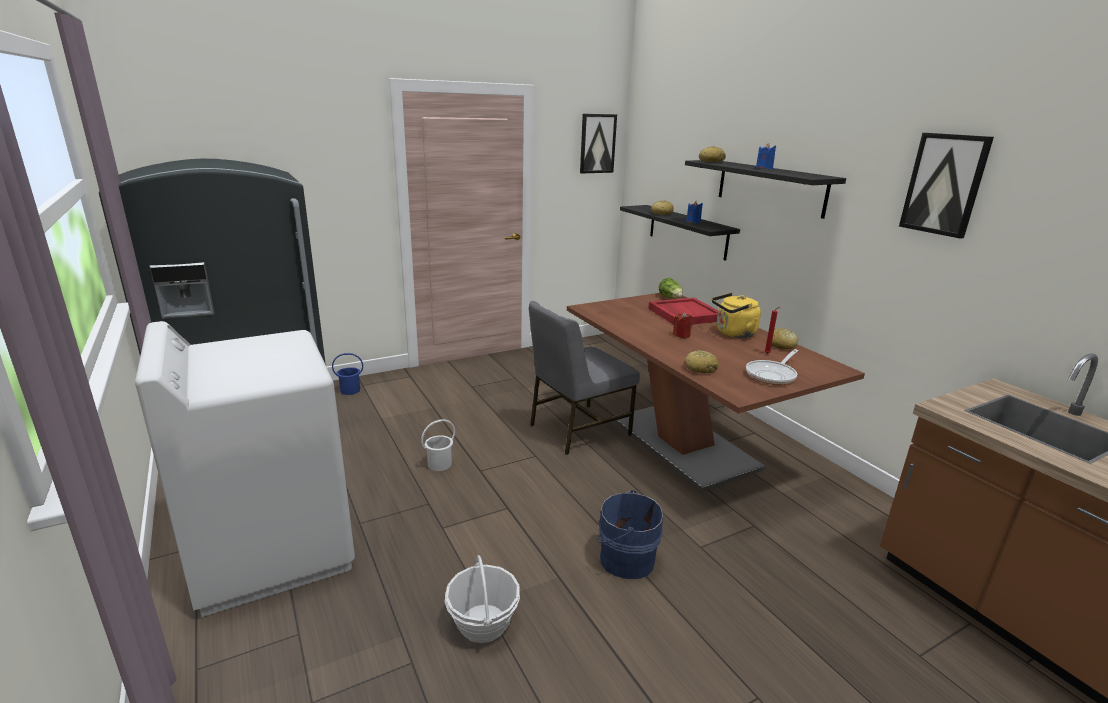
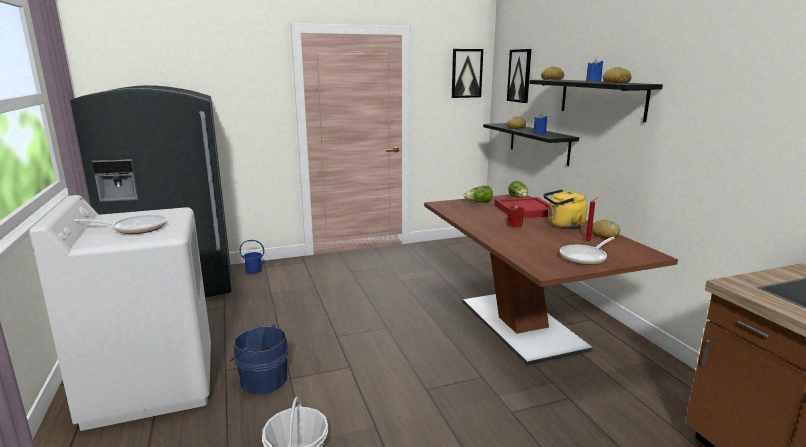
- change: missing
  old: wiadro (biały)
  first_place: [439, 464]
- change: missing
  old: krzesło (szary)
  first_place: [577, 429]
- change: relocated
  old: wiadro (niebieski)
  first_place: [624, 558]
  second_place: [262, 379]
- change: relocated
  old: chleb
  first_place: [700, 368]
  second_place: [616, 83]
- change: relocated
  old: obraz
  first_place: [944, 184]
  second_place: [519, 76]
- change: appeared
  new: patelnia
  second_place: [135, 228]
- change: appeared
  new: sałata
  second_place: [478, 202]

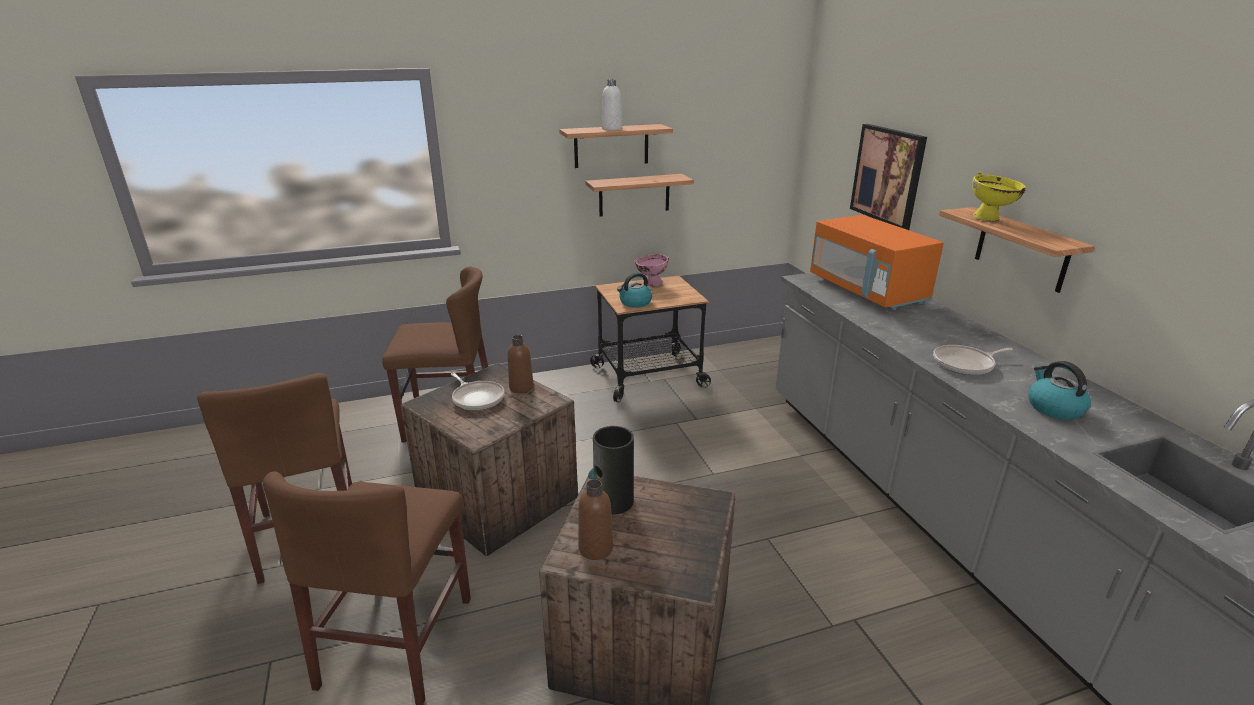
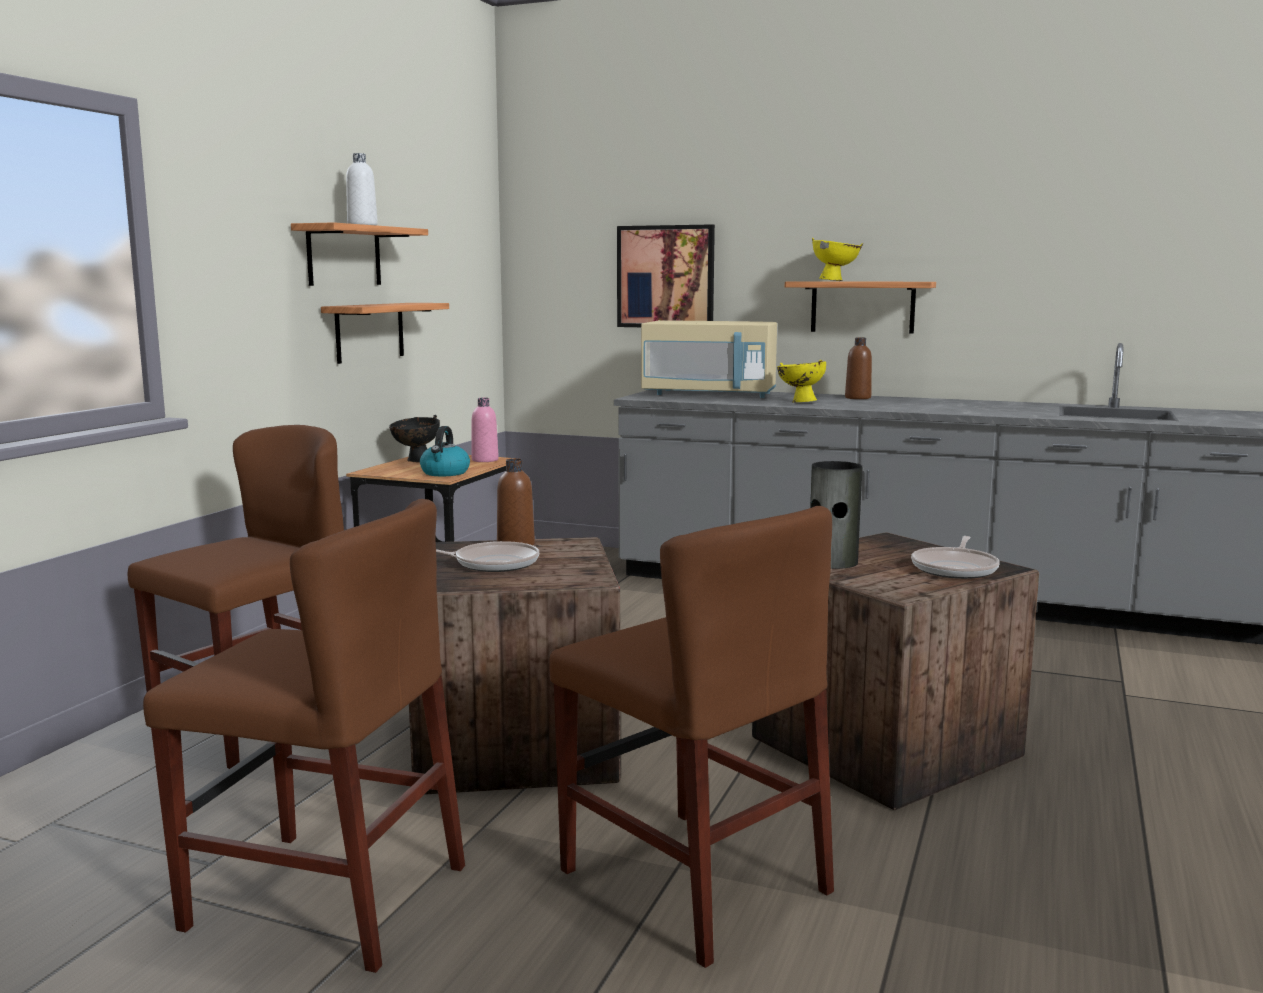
- change: relocated
  old: butelka (brązowy)
  first_place: [595, 548]
  second_place: [858, 398]
- change: colour
  old: miska (różowy)
  new: miska (czarny)
  first_place: [650, 284]
  second_place: [415, 461]
- change: colour
  old: mikrofalówka (pomarańczowy)
  new: mikrofalówka (beżowy)
  first_place: [867, 290]
  second_place: [709, 394]
- change: relocated
  old: patelnia
  first_place: [965, 364]
  second_place: [955, 569]
- change: missing
  old: czajnik
  first_place: [1053, 408]
- change: appeared
  new: butelka (różowy)
  second_place: [485, 460]
- change: appeared
  new: miska (żółty)
  second_place: [799, 402]

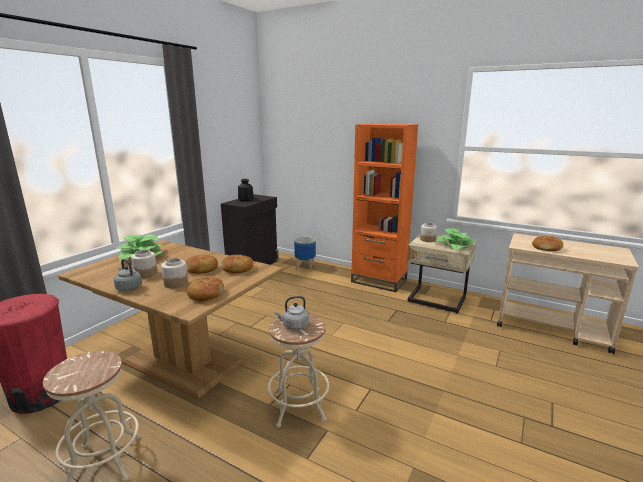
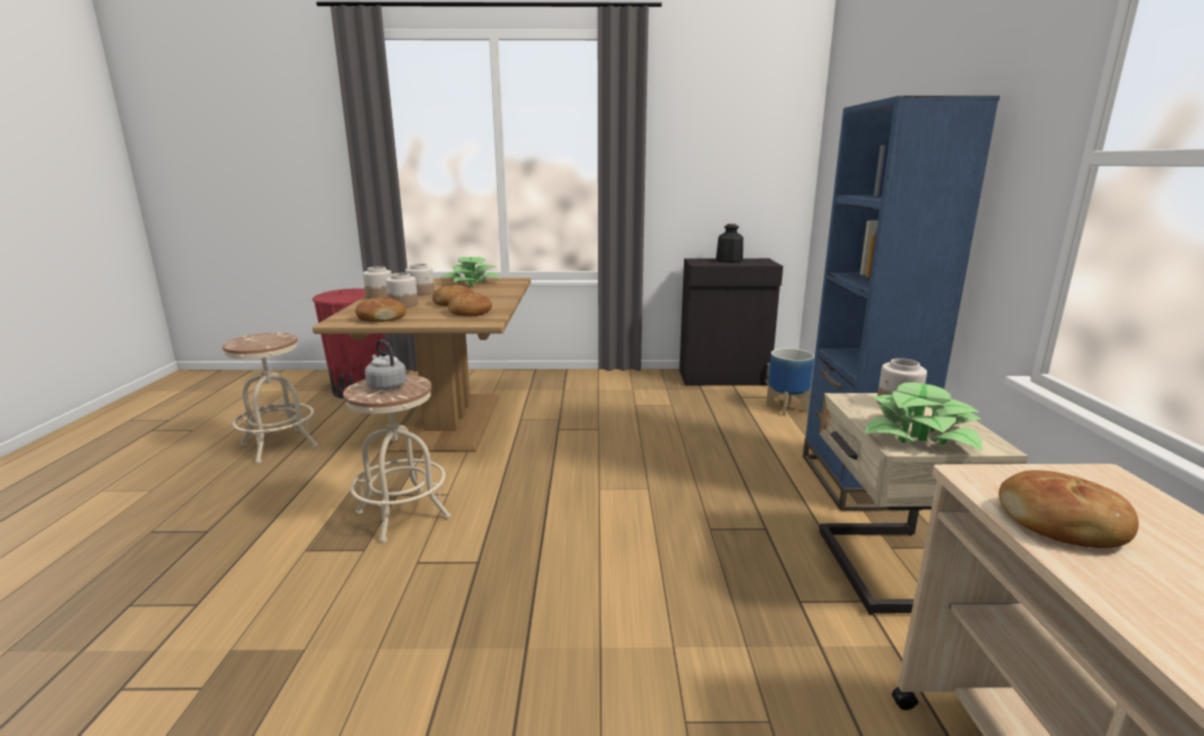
- change: exchanged
  old: czajnik (szary)
  new: słoik
  first_place: [128, 288]
  second_place: [379, 296]
- change: colour
  old: regał (pomarańczowy)
  new: regał (niebieski)
  first_place: [379, 281]
  second_place: [856, 481]

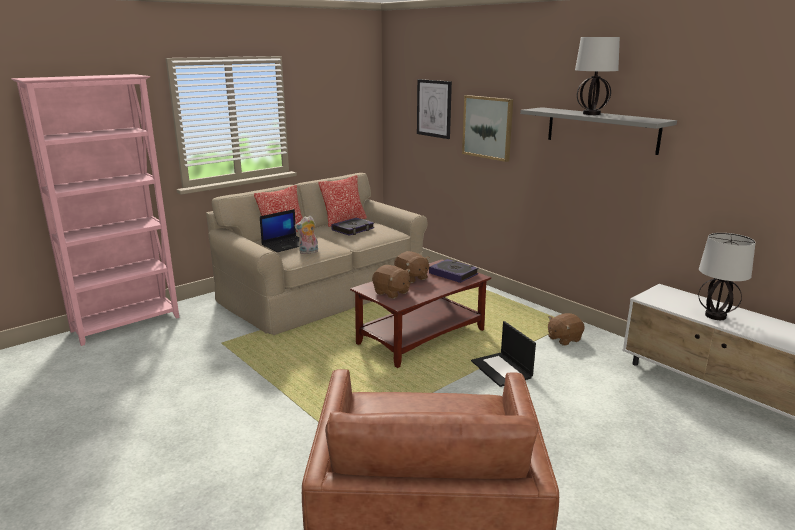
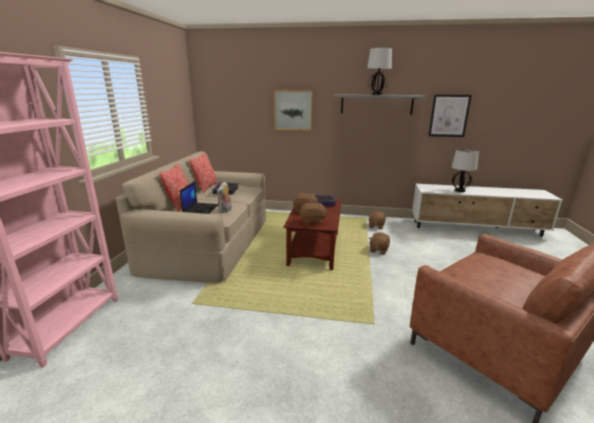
- change: relocated
  old: obraz
  first_place: [434, 108]
  second_place: [449, 116]
- change: exchanged
  old: laptop
  new: pluszak (brązowy)
  first_place: [502, 369]
  second_place: [378, 250]

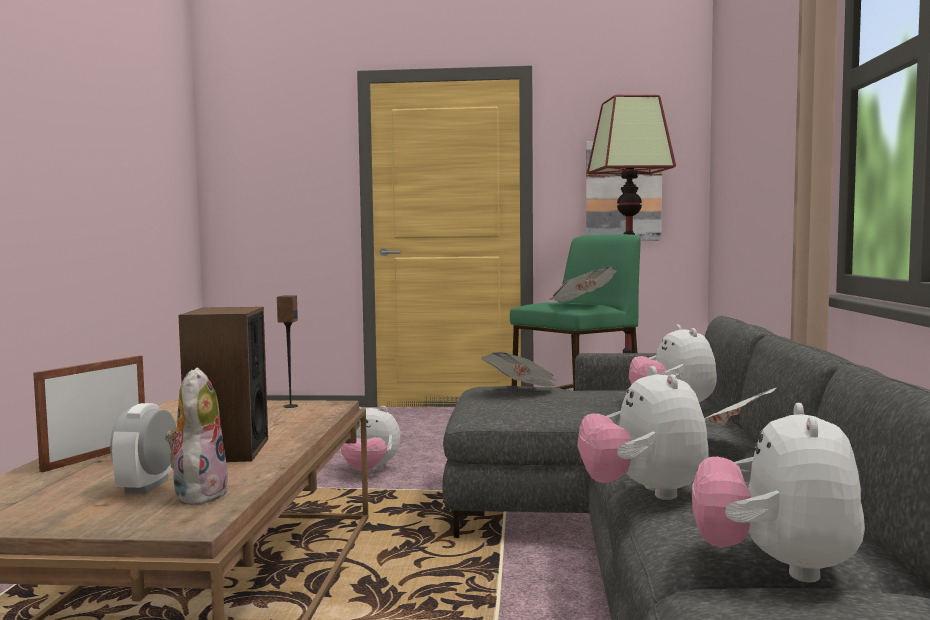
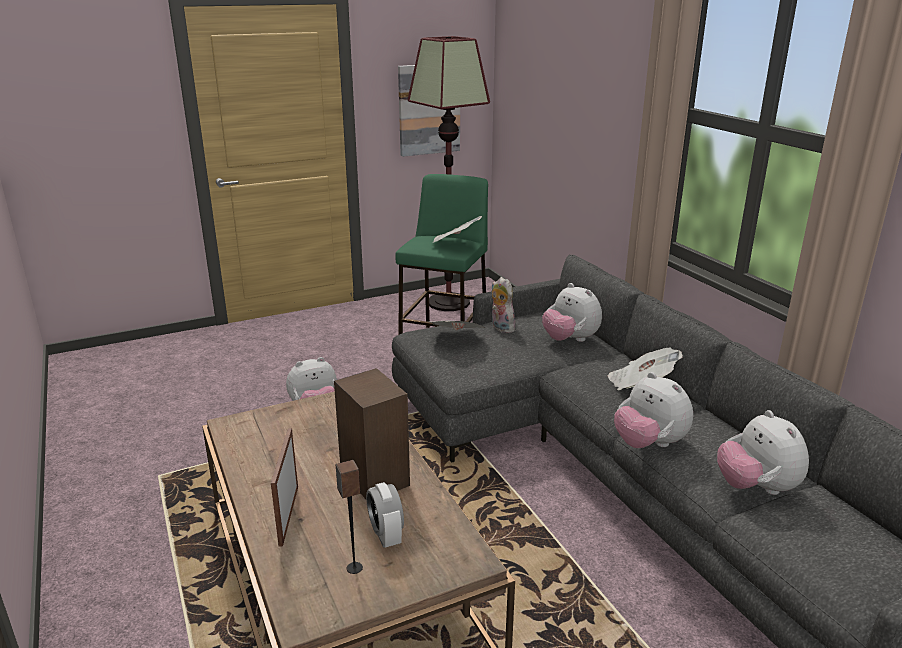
- change: relocated
  old: pluszak
  first_place: [198, 494]
  second_place: [500, 328]
- change: relocated
  old: głośnik
  first_place: [290, 406]
  second_place: [354, 568]

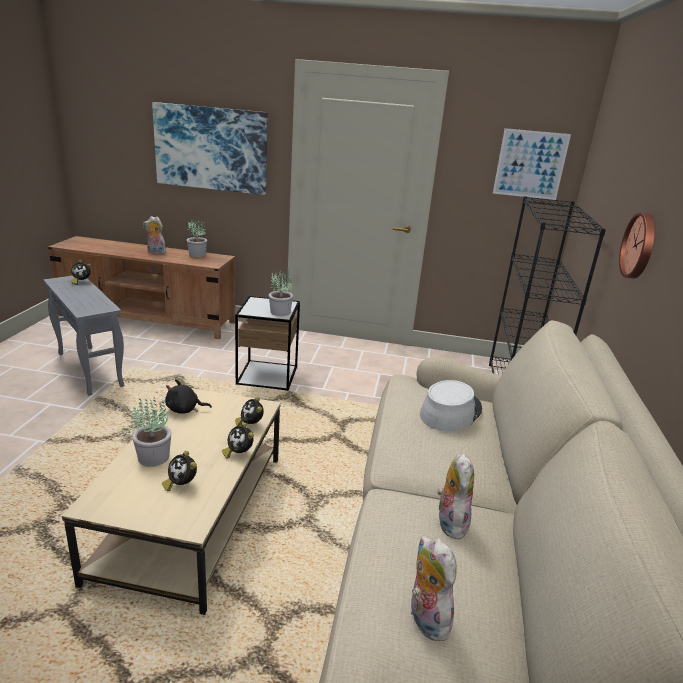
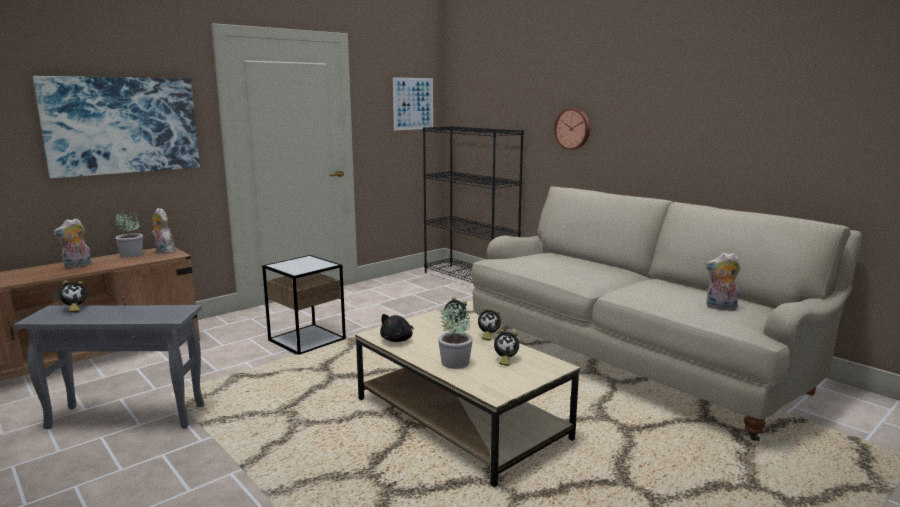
- change: missing
  old: roślina doniczkowa
  first_place: [280, 312]
- change: missing
  old: kapelusz (szary)
  first_place: [450, 412]
- change: relocated
  old: pluszak
  first_place: [449, 522]
  second_place: [163, 251]

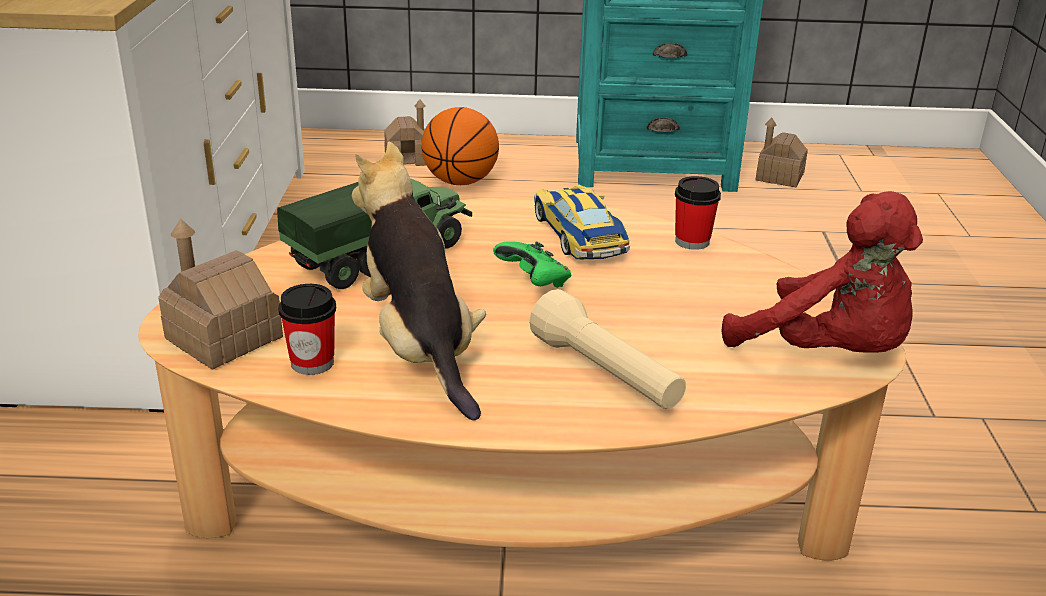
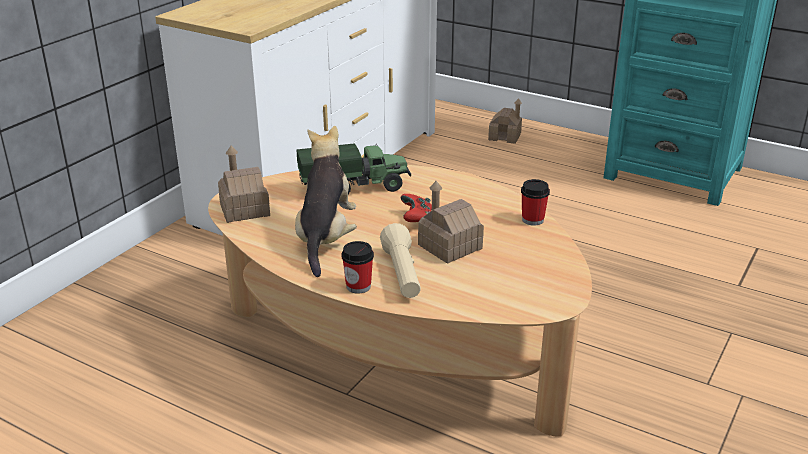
- change: relocated
  old: filiżanka
  first_place: [312, 363]
  second_place: [358, 286]
- change: missing
  old: piłka do koszykówki
  first_place: [460, 182]
- change: colour
  old: pad do gier (zielony)
  new: pad do gier (czerwony)
  first_place: [534, 282]
  second_place: [417, 220]
- change: missing
  old: samochodzik
  first_place: [579, 234]
- change: missing
  old: pluszak (czerwony)
  first_place: [828, 353]
- change: relocated
  old: domek
  first_place: [779, 176]
  second_place: [449, 246]

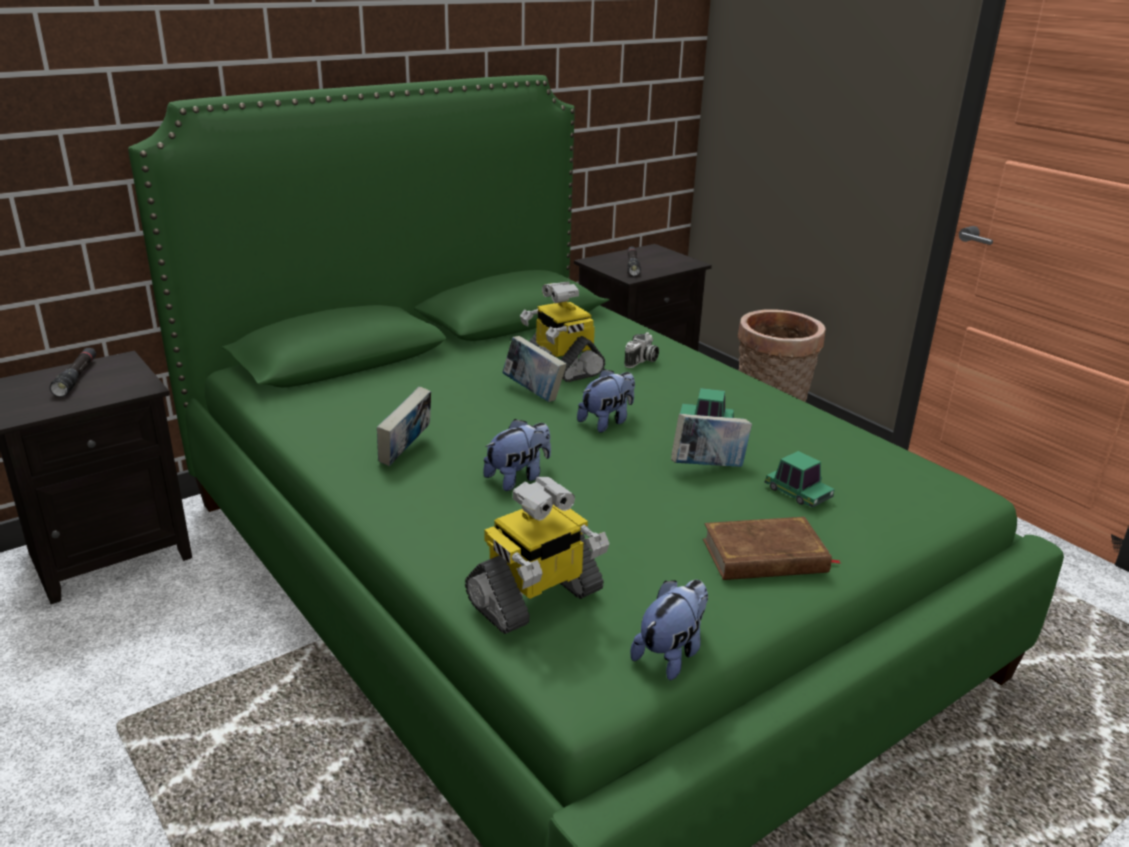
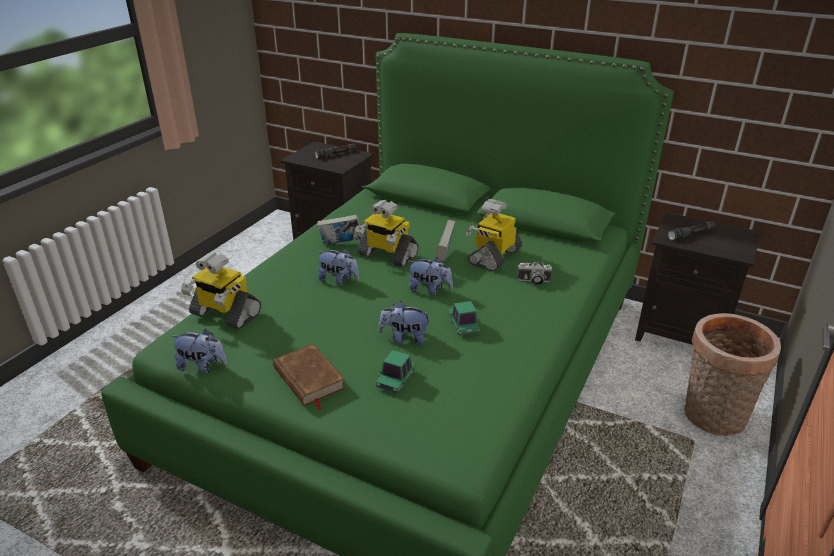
- change: exchanged
  old: książka
  new: pluszak
  first_place: [708, 467]
  second_place: [404, 338]
- change: appeared
  new: robot zabawkowy
  second_place: [386, 255]

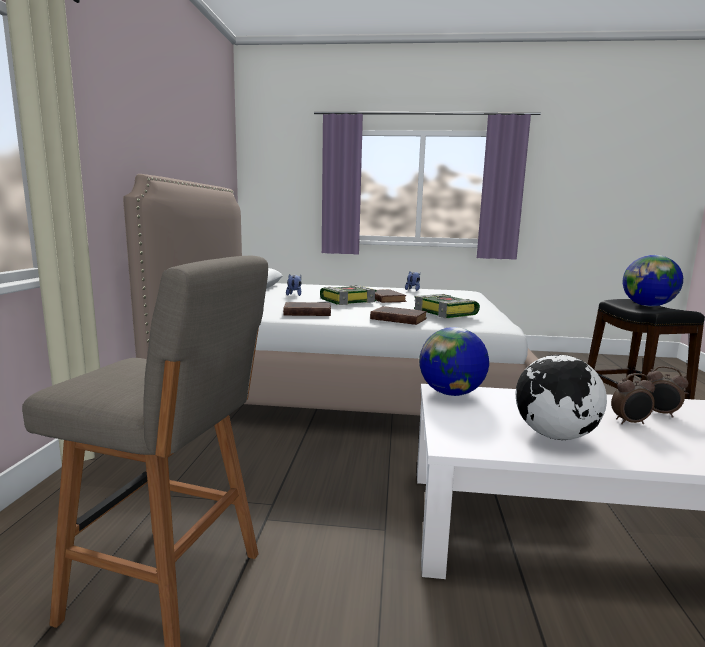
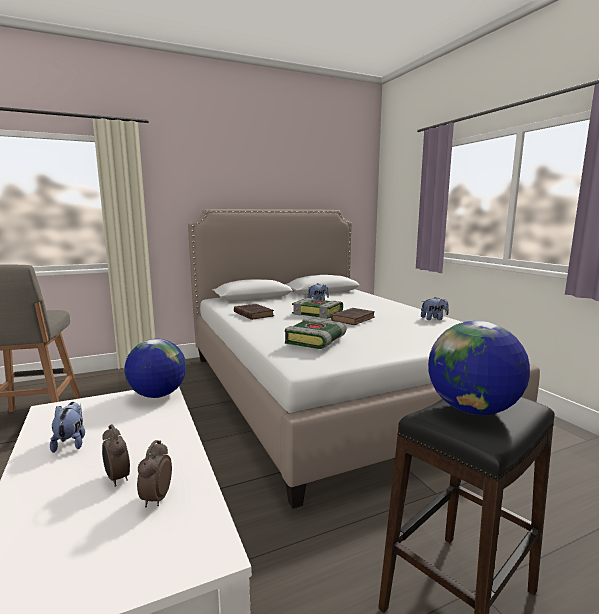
- change: missing
  old: książka (brązowy)
  first_place: [397, 319]
- change: exchanged
  old: globus
  new: pluszak
  first_place: [554, 436]
  second_place: [71, 442]

